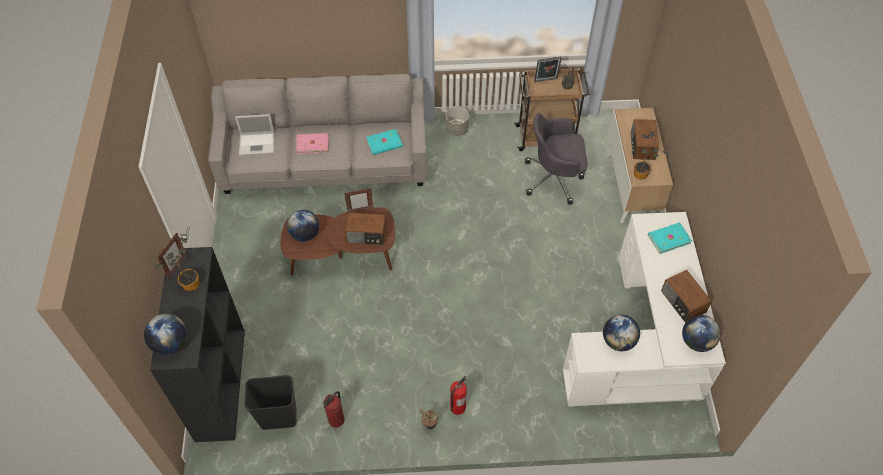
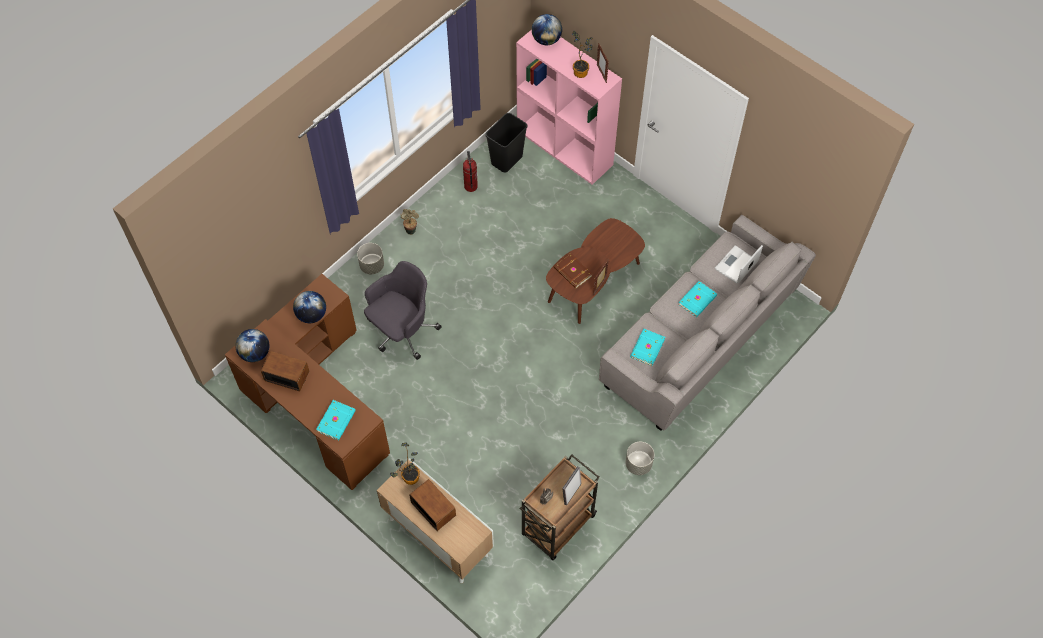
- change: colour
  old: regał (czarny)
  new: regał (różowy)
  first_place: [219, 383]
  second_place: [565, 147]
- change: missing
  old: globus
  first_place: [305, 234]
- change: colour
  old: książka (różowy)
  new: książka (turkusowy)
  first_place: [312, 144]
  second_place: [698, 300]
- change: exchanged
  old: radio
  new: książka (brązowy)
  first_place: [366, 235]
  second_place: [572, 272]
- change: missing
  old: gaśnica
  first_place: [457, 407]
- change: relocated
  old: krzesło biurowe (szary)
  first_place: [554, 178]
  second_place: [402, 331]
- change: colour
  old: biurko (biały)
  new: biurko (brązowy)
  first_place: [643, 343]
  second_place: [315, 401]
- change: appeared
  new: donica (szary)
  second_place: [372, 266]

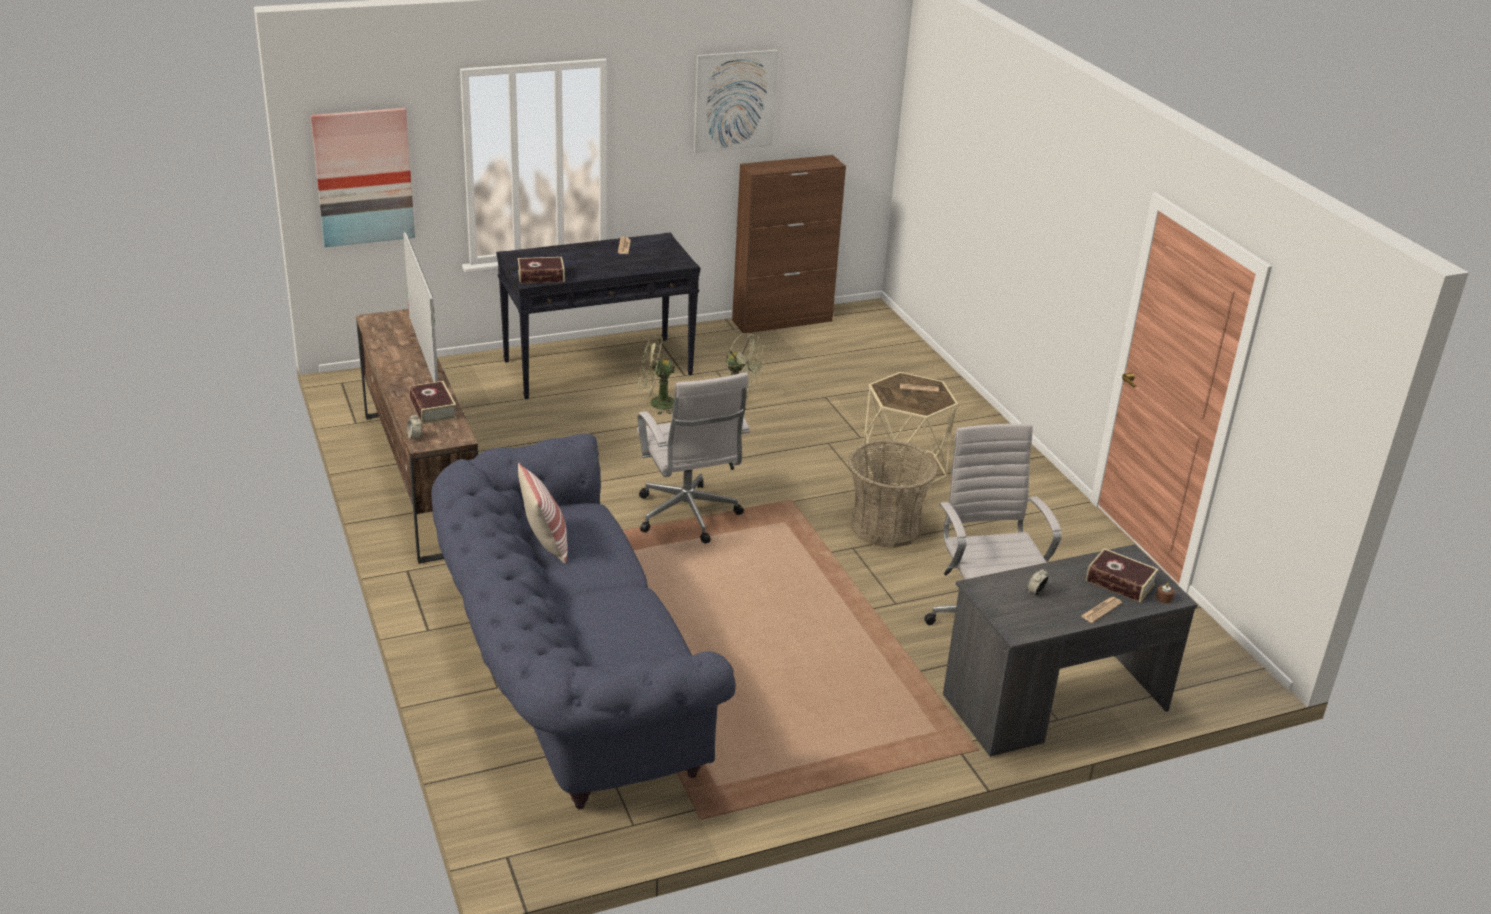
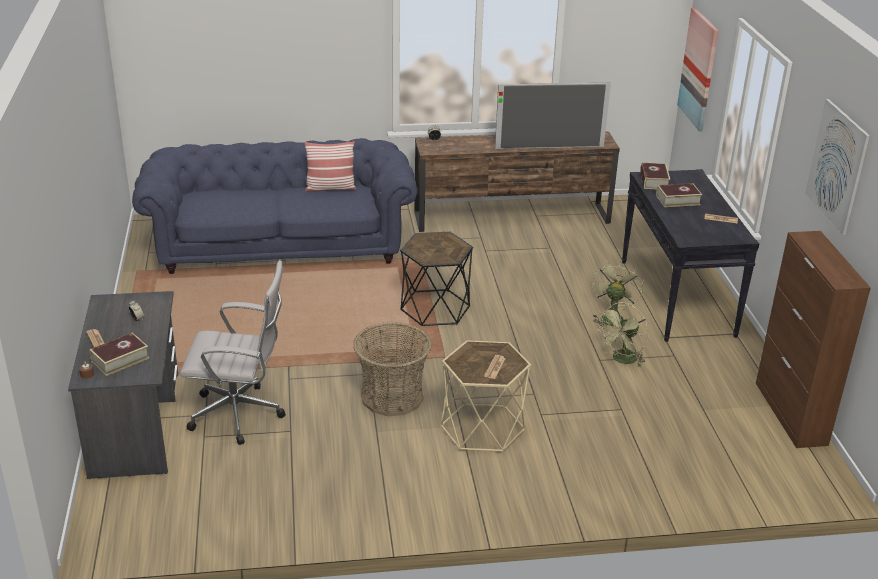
- change: relocated
  old: książka
  first_place: [433, 409]
  second_place: [677, 200]
- change: exchanged
  old: krzesło biurowe (biały)
  new: stolik (czarny)
  first_place: [688, 517]
  second_place: [435, 308]

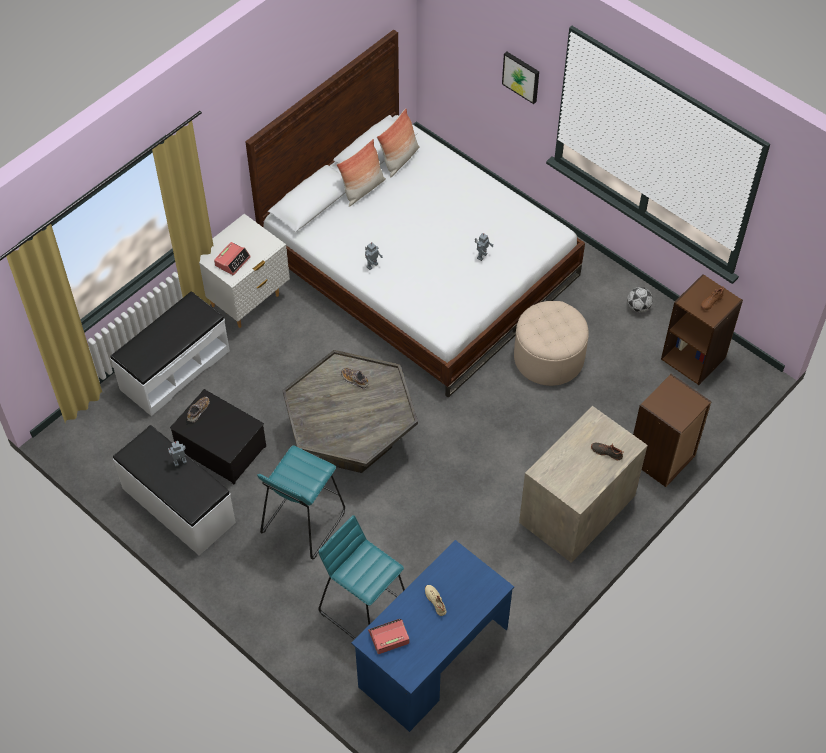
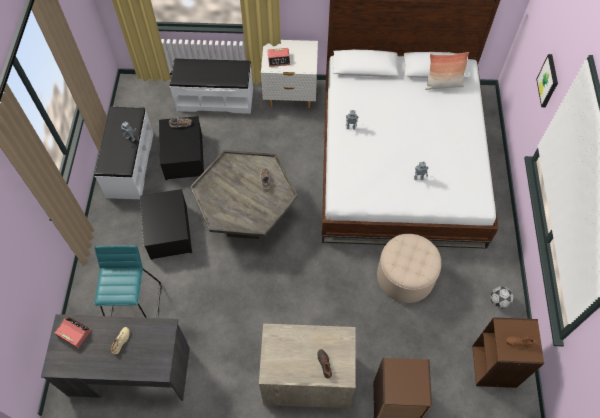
- change: exchanged
  old: stołek (turkusowy)
  new: pojemnik do przechowywania
  first_place: [302, 522]
  second_place: [168, 231]
- change: missing
  old: poduszka
  first_place: [363, 189]
- change: colour
  old: biurko (niebieski)
  new: biurko (szary)
  first_place: [433, 657]
  second_place: [129, 371]

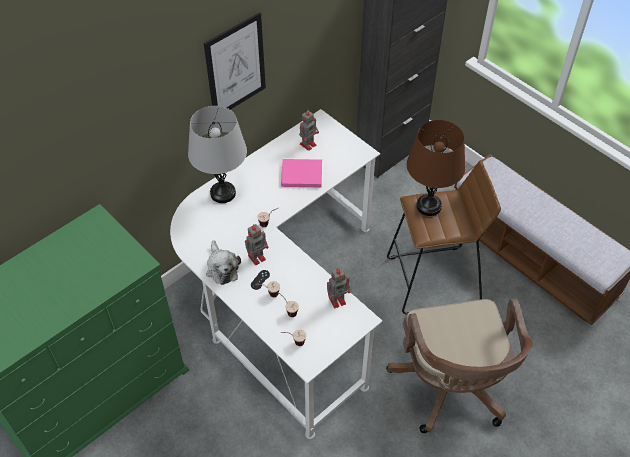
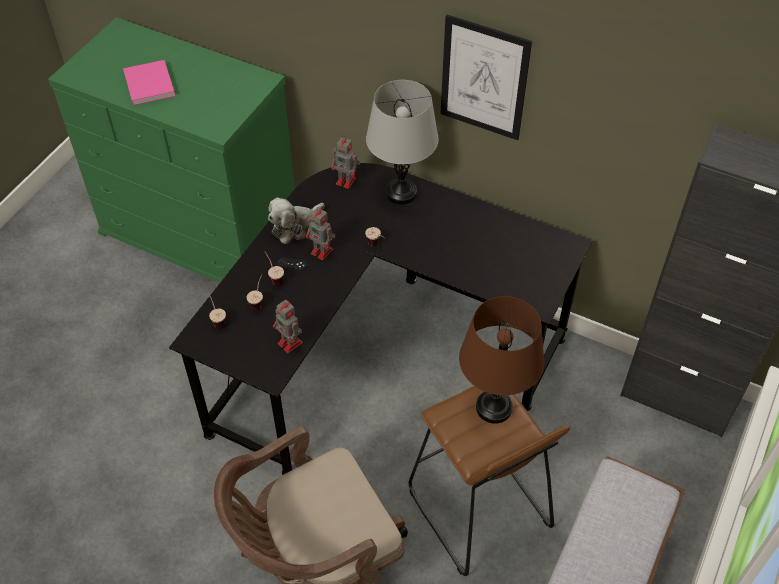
- change: colour
  old: biurko (biały)
  new: biurko (czarny)
  first_place: [282, 299]
  second_place: [377, 352]
- change: relocated
  old: książka (różowy)
  first_place: [300, 174]
  second_place: [149, 83]
- change: relocated
  old: robot zabawkowy
  first_place: [308, 144]
  second_place: [347, 181]

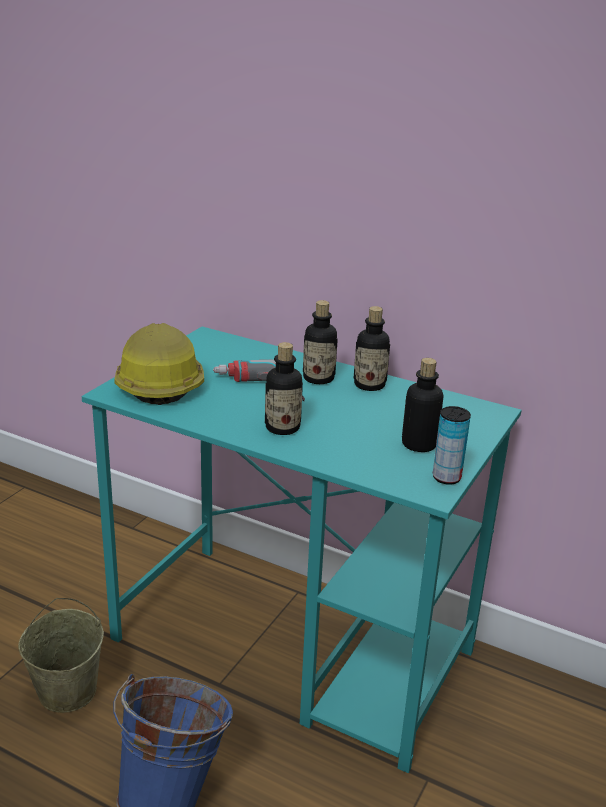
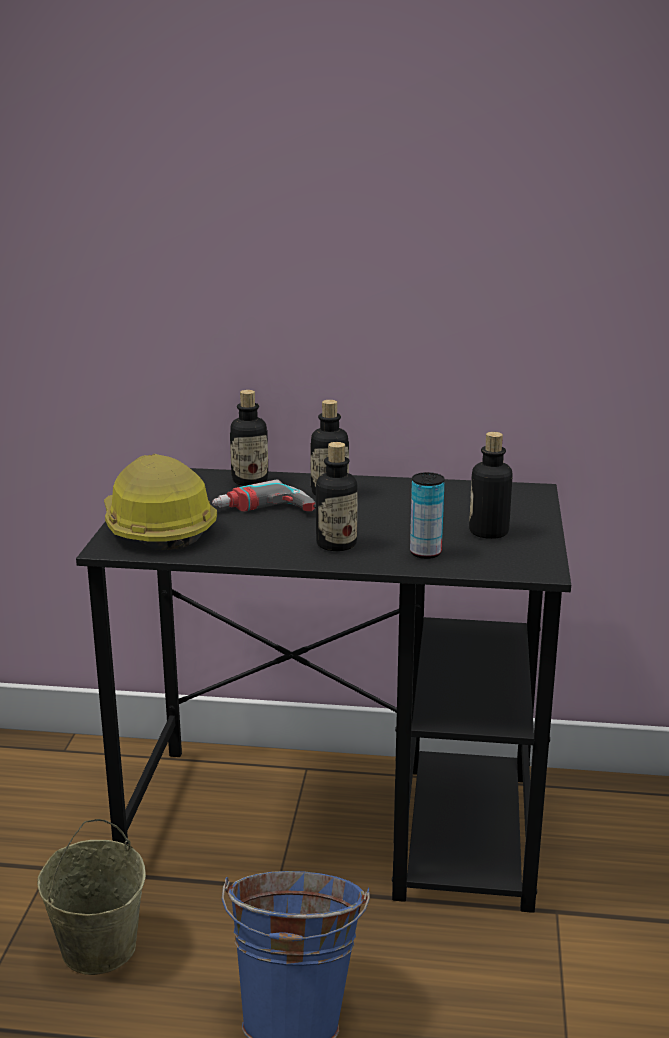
- change: colour
  old: biurko (turkusowy)
  new: biurko (czarny)
  first_place: [294, 646]
  second_place: [338, 825]
- change: relocated
  old: butelka
  first_place: [369, 385]
  second_place: [250, 480]
- change: relocated
  old: puszka
  first_place: [446, 477]
  second_place: [425, 553]

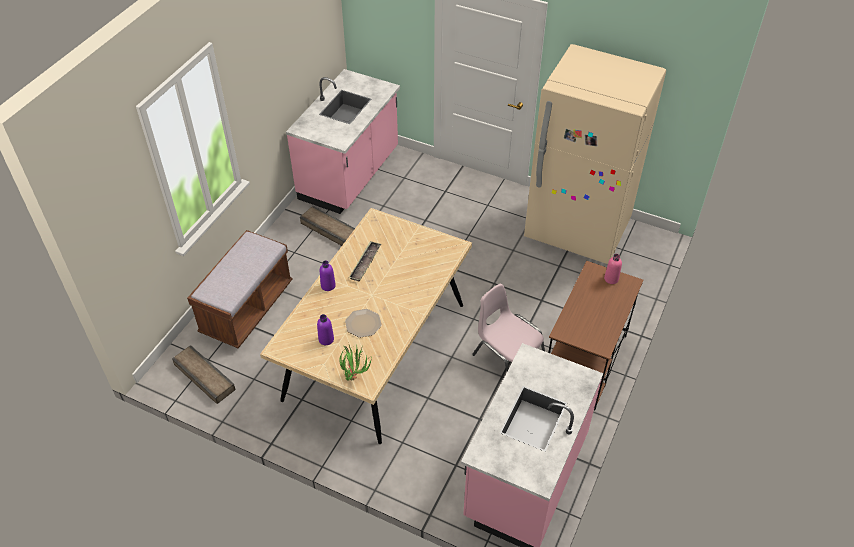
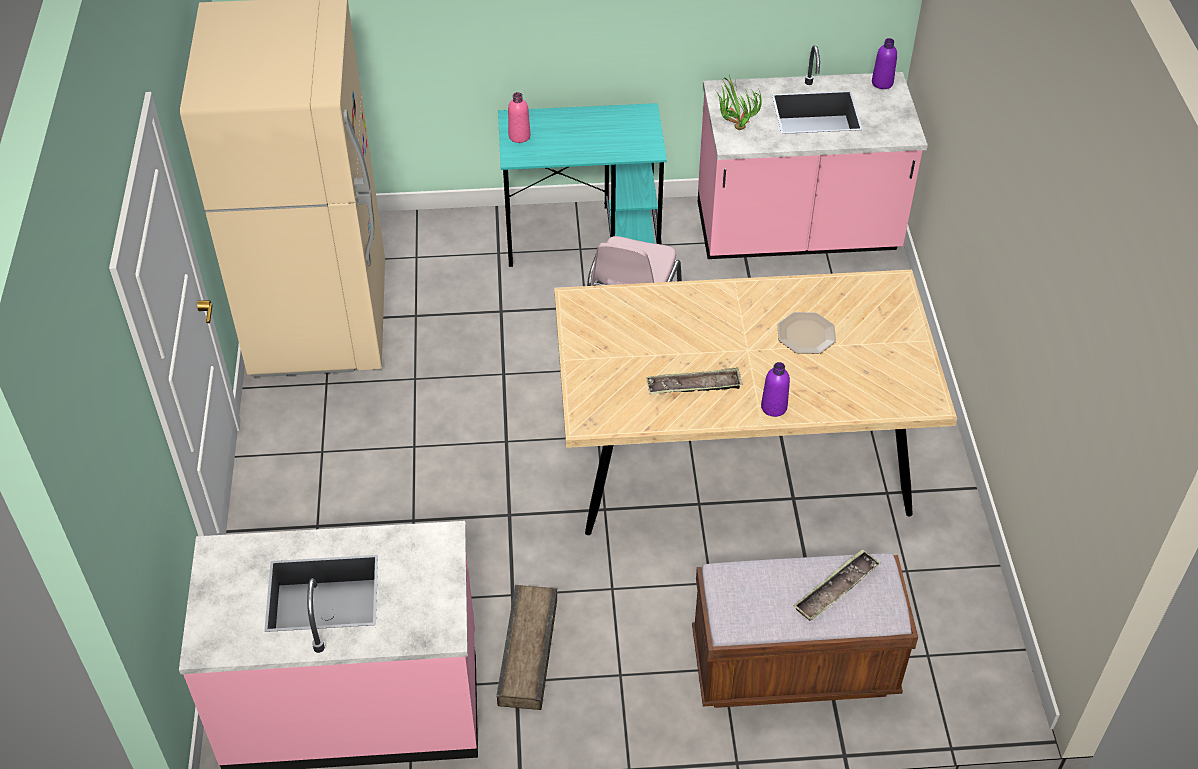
- change: missing
  old: skrzynka
  first_place: [205, 376]
- change: relocated
  old: butelka (fioletowy)
  first_place: [326, 339]
  second_place: [882, 83]
- change: relocated
  old: roślina doniczkowa
  first_place: [354, 375]
  second_place: [733, 129]
- change: colour
  old: biurko (brązowy)
  new: biurko (turkusowy)
  first_place: [585, 362]
  second_place: [583, 235]
- change: appeared
  new: taca
  second_place: [836, 589]

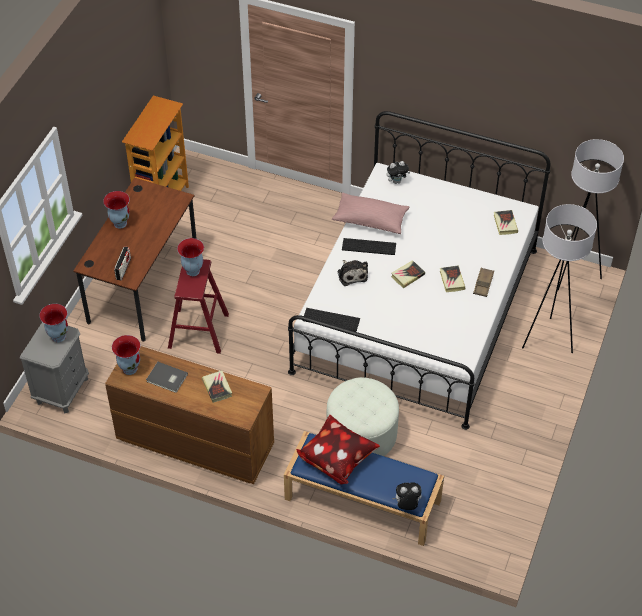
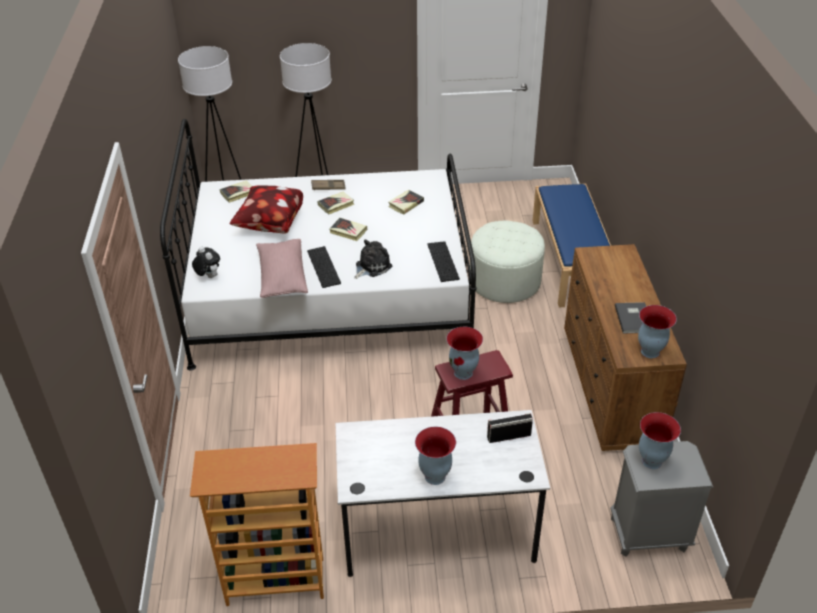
- change: colour
  old: biurko (brązowy)
  new: biurko (biały)
  first_place: [143, 286]
  second_place: [437, 530]
- change: relocated
  old: książka
  first_place: [217, 388]
  second_place: [406, 204]
- change: relocated
  old: poduszka
  first_place: [337, 458]
  second_place: [269, 224]
- change: missing
  old: pluszak
  first_place: [407, 505]

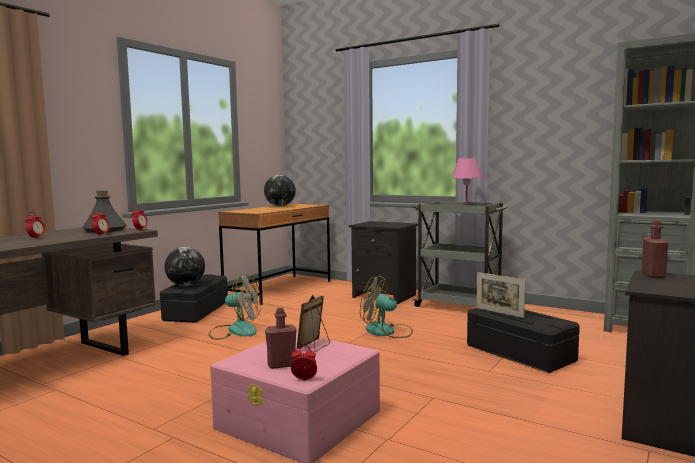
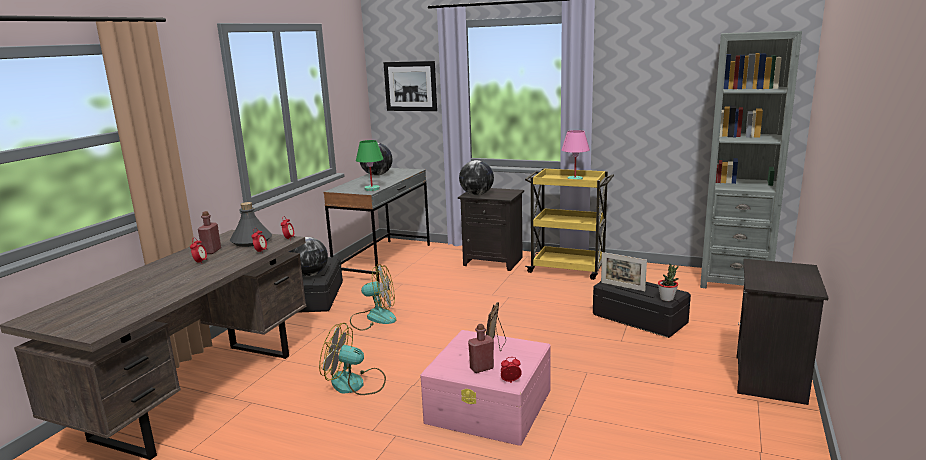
- change: colour
  old: biurko (brązowy)
  new: biurko (szary)
  first_place: [279, 289]
  second_place: [384, 260]
- change: relocated
  old: wentylator
  first_place: [386, 332]
  second_place: [355, 384]
- change: colour
  old: wózek (szary)
  new: wózek (żółty)
  first_place: [459, 306]
  second_place: [568, 269]
- change: relocated
  old: butelka (czerwony)
  first_place: [653, 275]
  second_place: [211, 251]
- change: appeared
  new: lampa stołowa (zielony)
  second_place: [372, 189]
- change: appeared
  new: obraz
  second_place: [410, 86]
- change: appeared
  new: globus
  second_place: [476, 194]
- change: appeared
  new: roślina doniczkowa
  second_place: [667, 298]

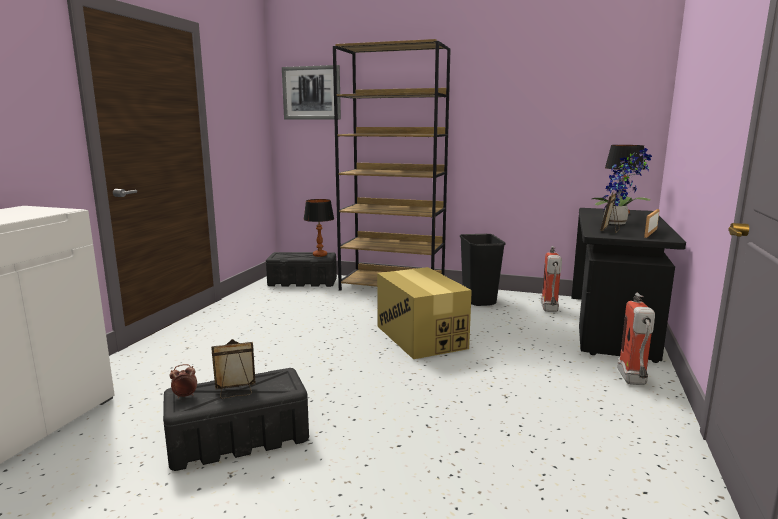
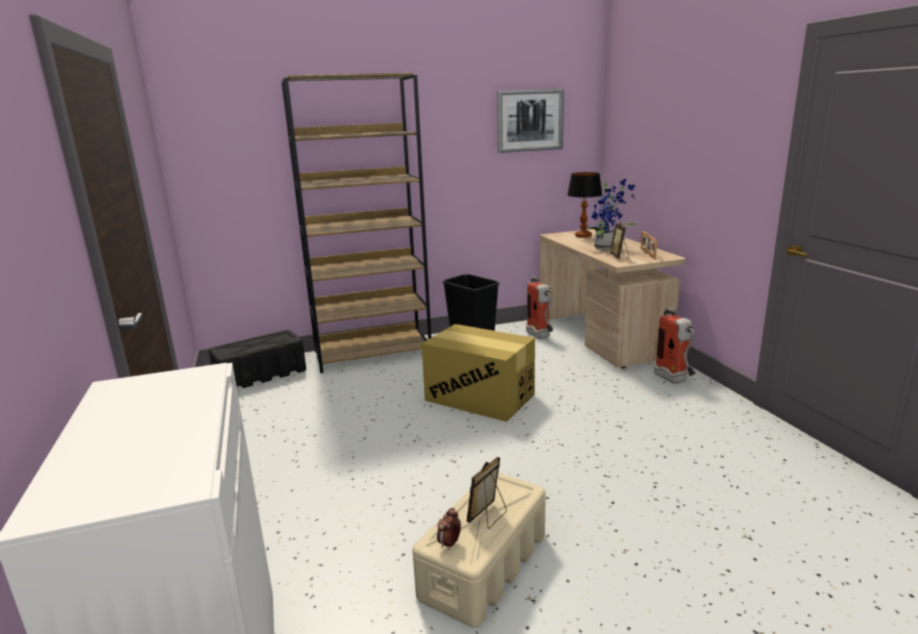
- change: colour
  old: pojemnik do przechowywania (czarny)
  new: pojemnik do przechowywania (beżowy)
  first_place: [238, 439]
  second_place: [483, 566]
- change: relocated
  old: obraz
  first_place: [311, 93]
  second_place: [530, 120]
- change: missing
  old: lampa stołowa
  first_place: [320, 255]
- change: colour
  old: biurko (czarny)
  new: biurko (beżowy)
  first_place: [612, 326]
  second_place: [601, 338]

